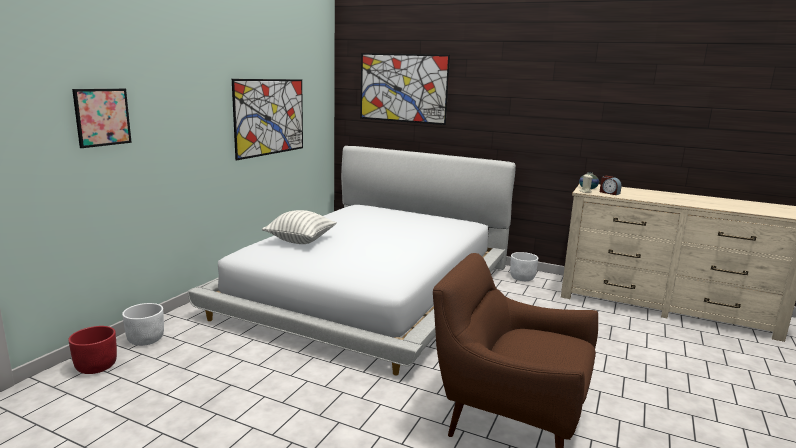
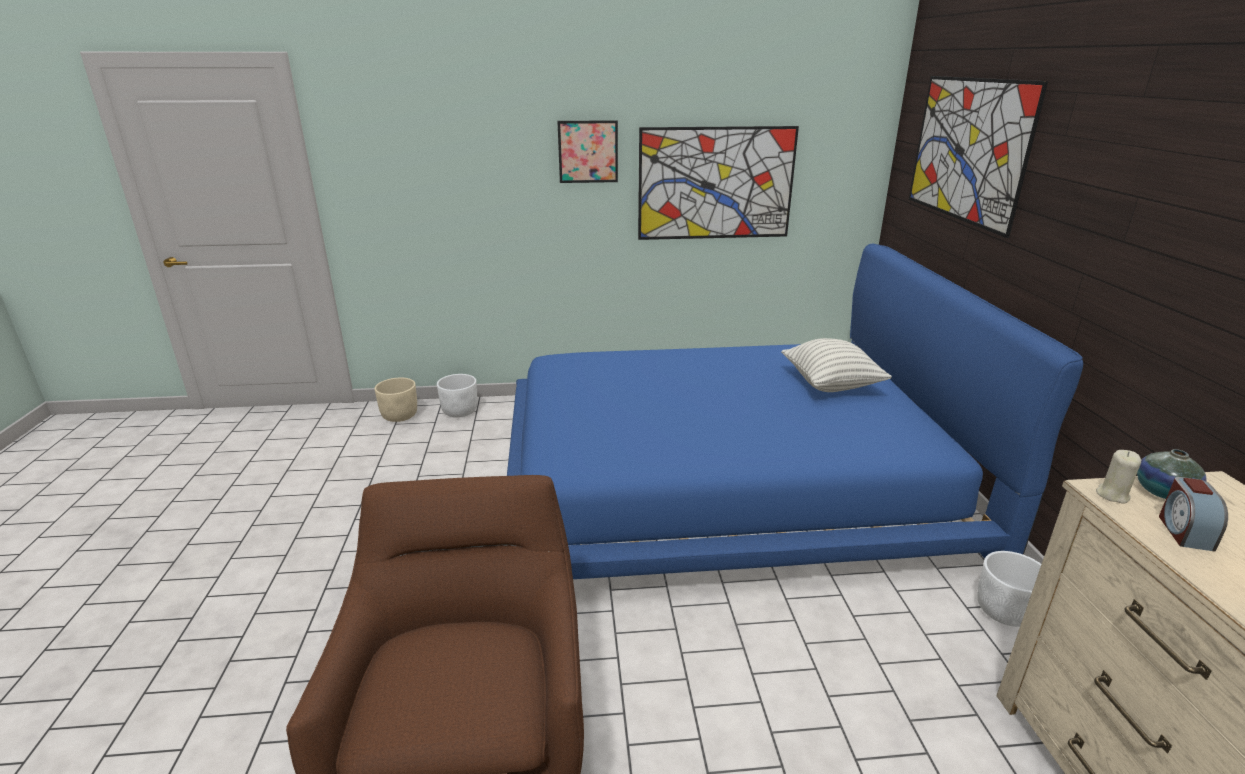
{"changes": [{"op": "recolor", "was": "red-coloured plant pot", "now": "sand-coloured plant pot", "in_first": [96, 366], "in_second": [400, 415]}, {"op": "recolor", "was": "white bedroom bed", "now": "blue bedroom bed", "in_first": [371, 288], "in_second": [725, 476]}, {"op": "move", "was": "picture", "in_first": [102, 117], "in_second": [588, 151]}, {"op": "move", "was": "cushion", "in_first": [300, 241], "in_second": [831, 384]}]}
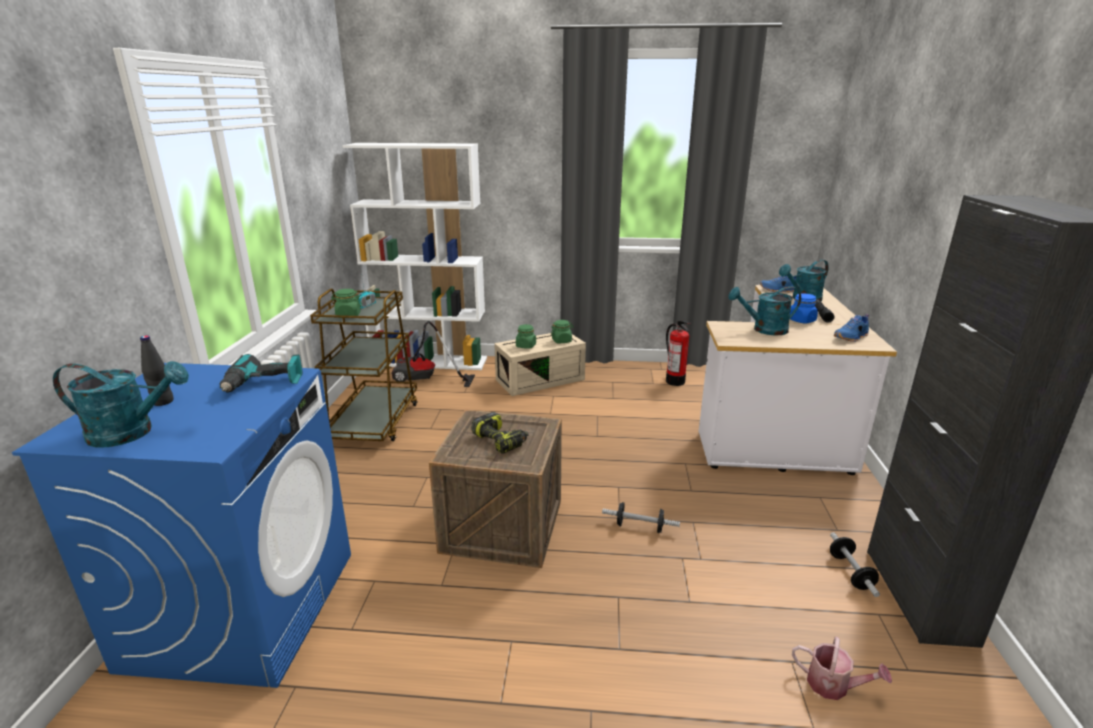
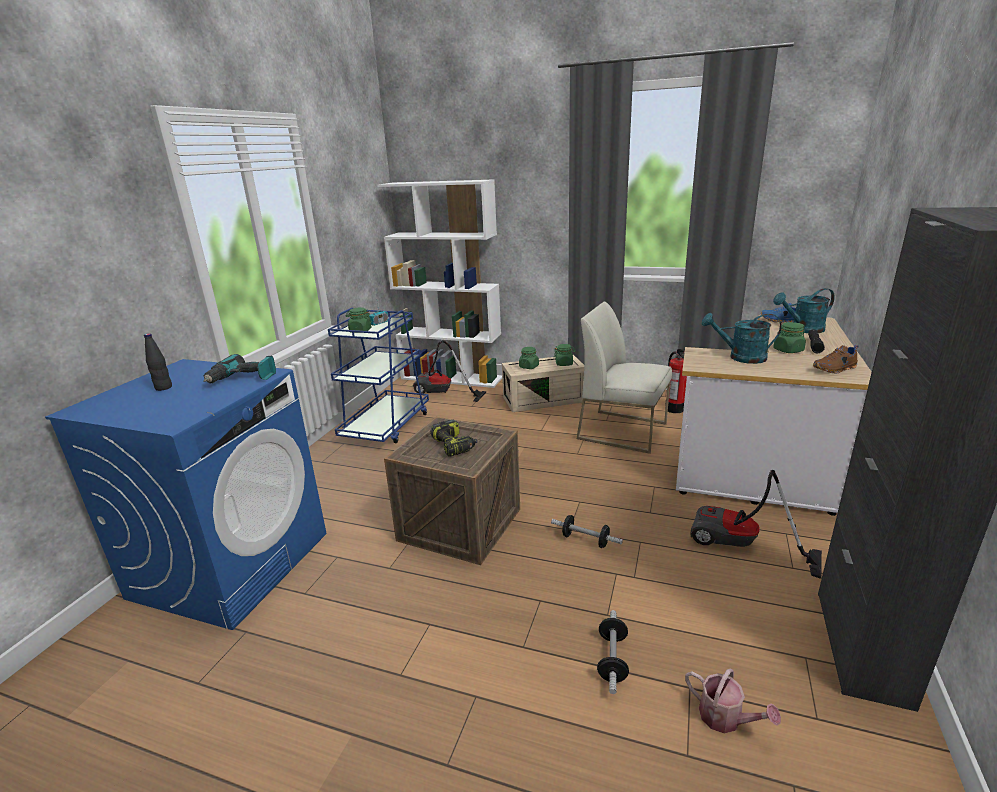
{"changes": [{"op": "recolor", "was": "brownish wheeled cart", "now": "blue wheeled cart", "in_first": [374, 422], "in_second": [386, 426]}, {"op": "insert", "now": "white chair", "in_second": [623, 431]}, {"op": "move", "was": "hand weight", "in_first": [850, 572], "in_second": [612, 659]}, {"op": "insert", "now": "hoover", "in_second": [740, 547]}, {"op": "recolor", "was": "blue jar", "now": "green-coloured jar", "in_first": [801, 320], "in_second": [788, 350]}, {"op": "recolor", "was": "blue low shoe", "now": "brownish low shoe", "in_first": [851, 337], "in_second": [835, 369]}, {"op": "delete", "was": "blue-green watering pot", "in_first": [132, 433]}]}
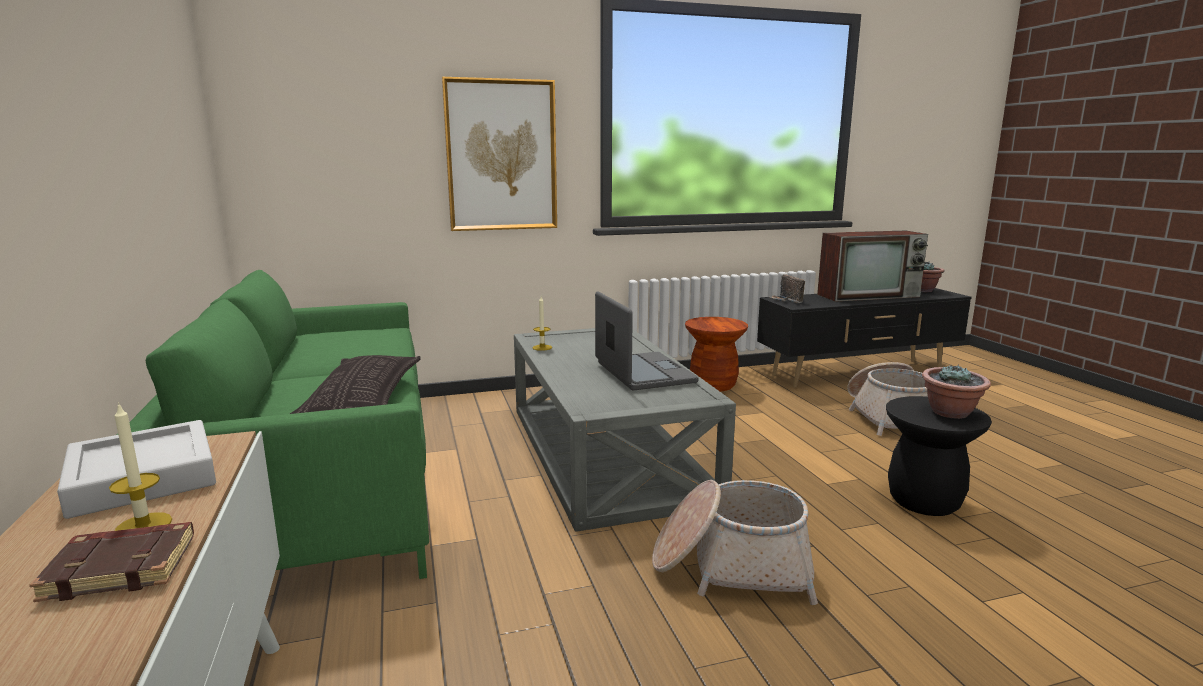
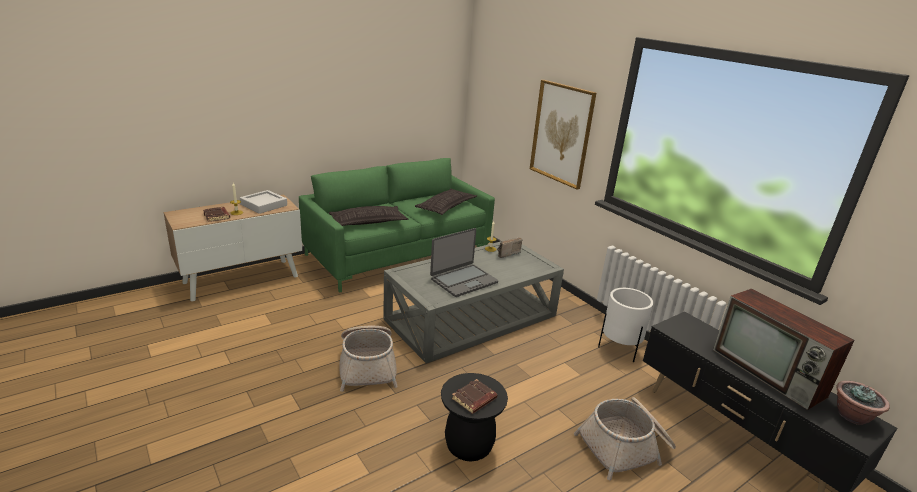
{"changes": [{"op": "insert", "now": "cushion", "in_second": [446, 206]}, {"op": "replace", "was": "plant in a pot", "now": "brownish bound book", "in_first": [950, 413], "in_second": [474, 399]}, {"op": "move", "was": "radio receiver", "in_first": [786, 300], "in_second": [506, 254]}, {"op": "replace", "was": "brownish stool seat", "now": "white plant pot", "in_first": [713, 385], "in_second": [619, 349]}]}
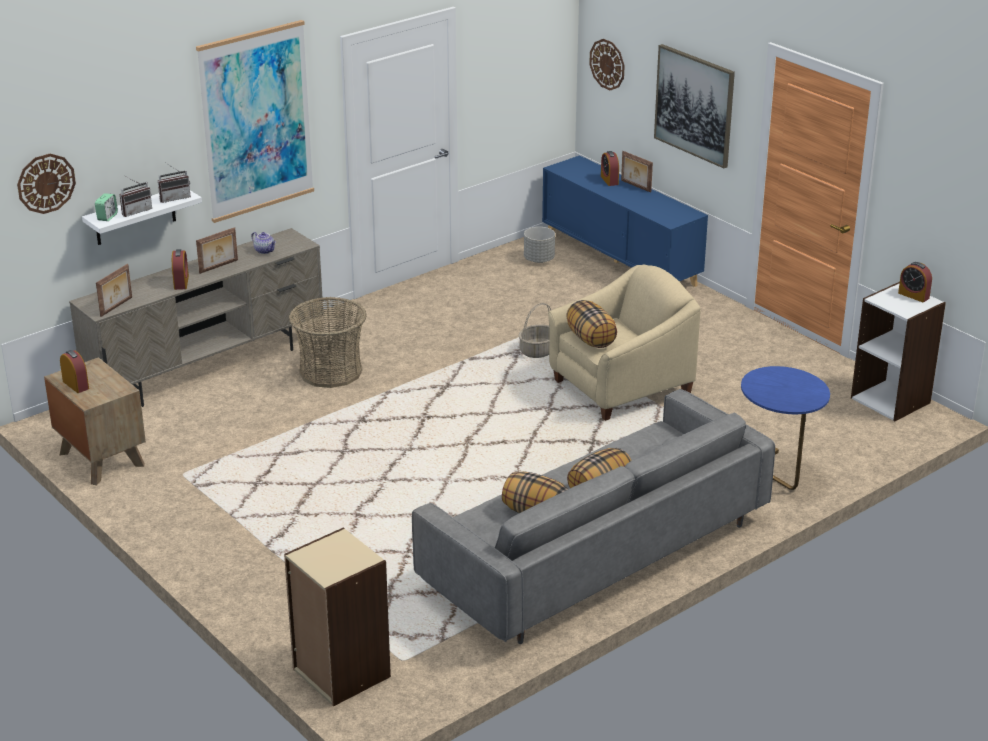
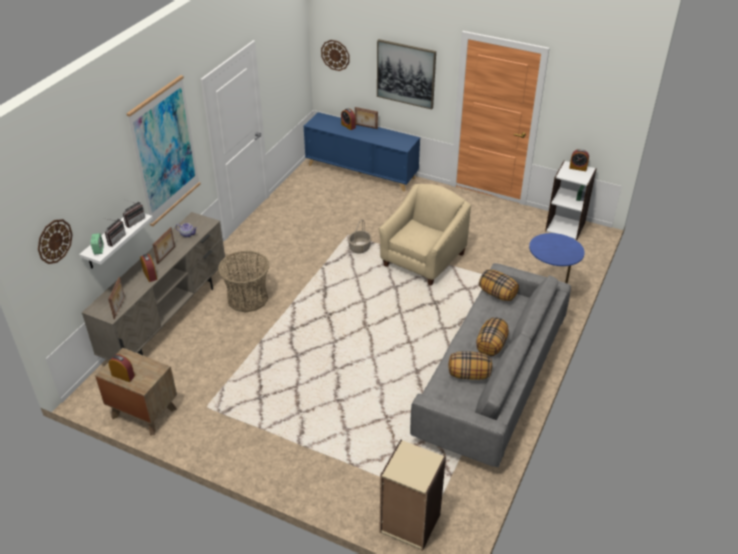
{"changes": [{"op": "move", "was": "cushion", "in_first": [591, 339], "in_second": [497, 294]}, {"op": "delete", "was": "gray plant pot", "in_first": [539, 259]}]}
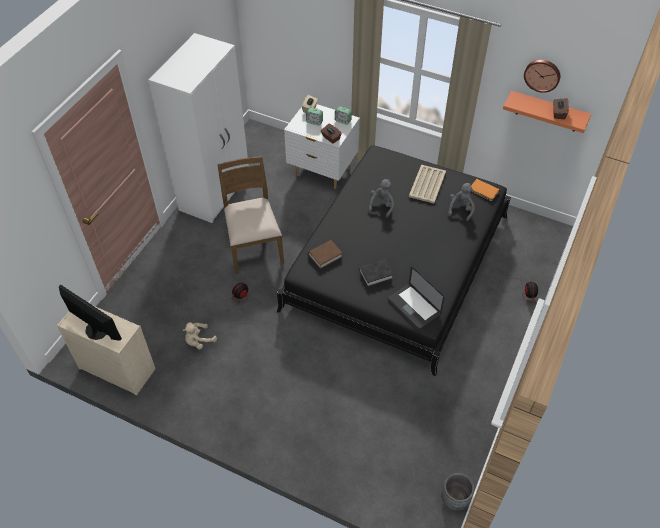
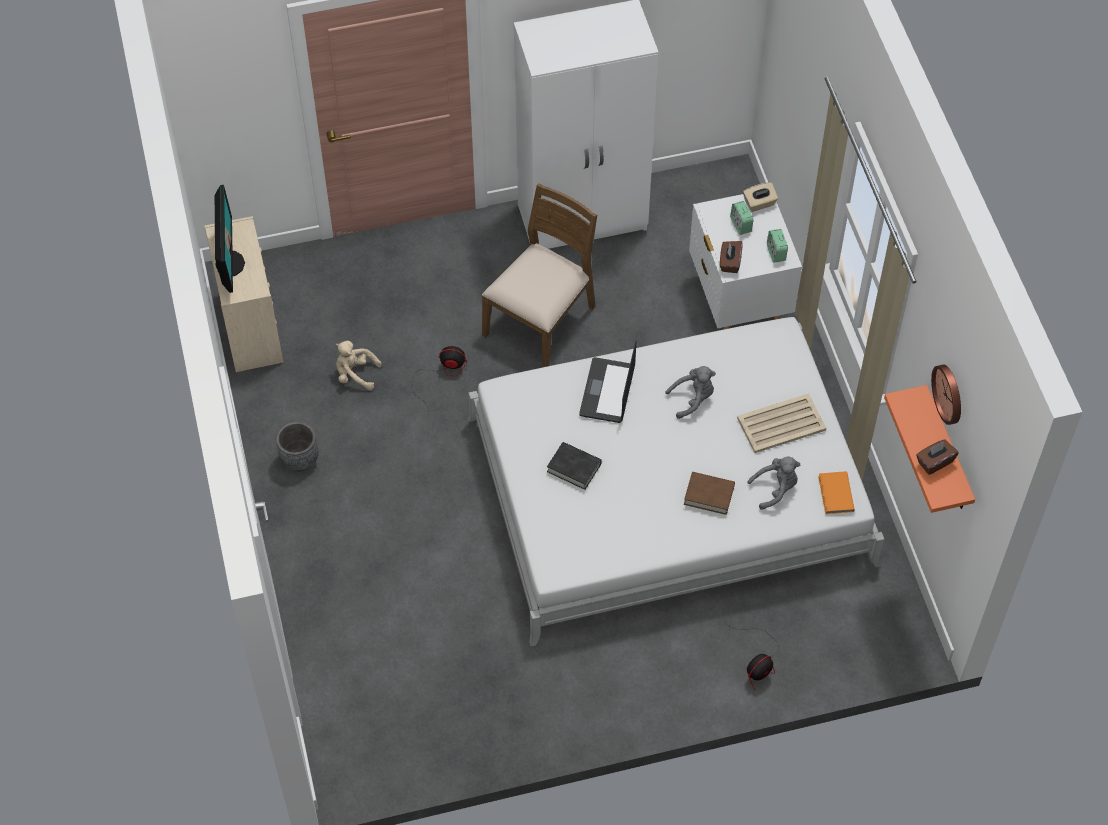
{"changes": [{"op": "move", "was": "gray plant pot", "in_first": [454, 499], "in_second": [299, 460]}, {"op": "recolor", "was": "black bedroom bed", "now": "white bedroom bed", "in_first": [397, 262], "in_second": [668, 490]}, {"op": "move", "was": "notebook computer", "in_first": [414, 307], "in_second": [607, 391]}, {"op": "move", "was": "brownish bound book", "in_first": [325, 256], "in_second": [709, 495]}]}
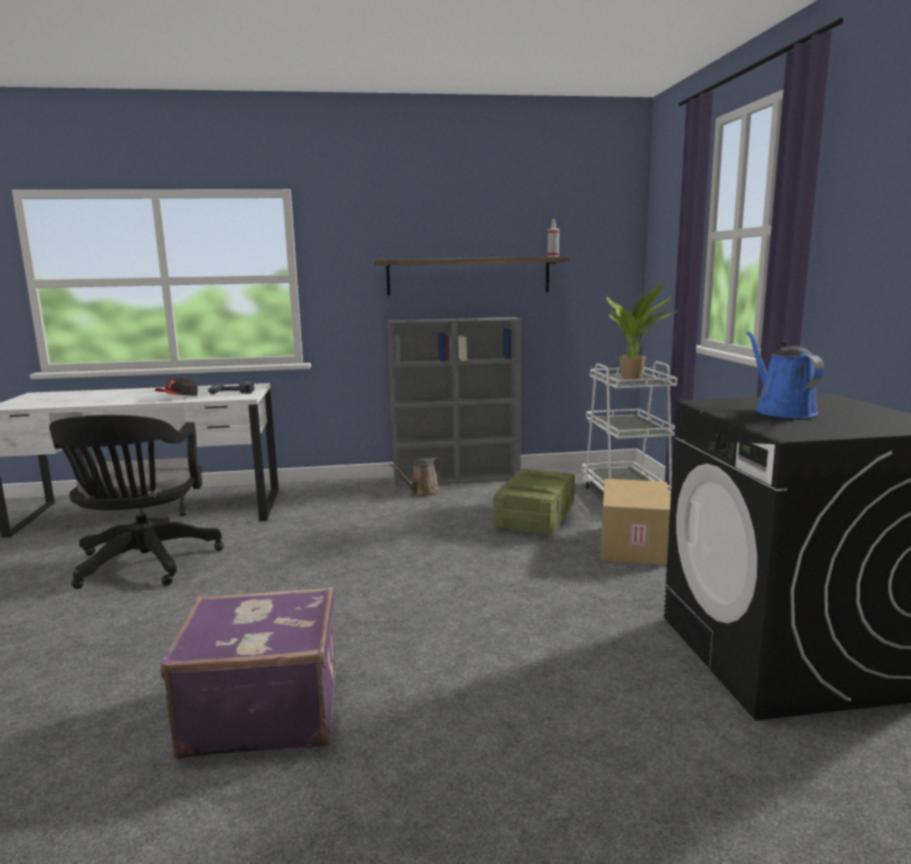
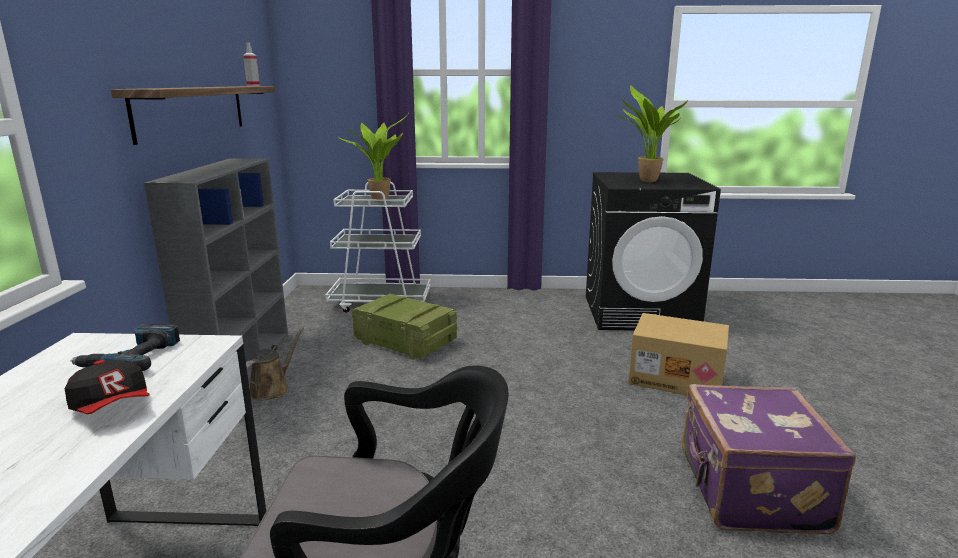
{"changes": [{"op": "rotate", "was": "brownish watering pot", "in_first": [422, 492], "in_second": [272, 389], "clockwise": -120}, {"op": "replace", "was": "blue watering pot", "now": "plant in a pot", "in_first": [781, 411], "in_second": [645, 181]}, {"op": "move", "was": "cardboard box", "in_first": [635, 545], "in_second": [676, 378]}]}
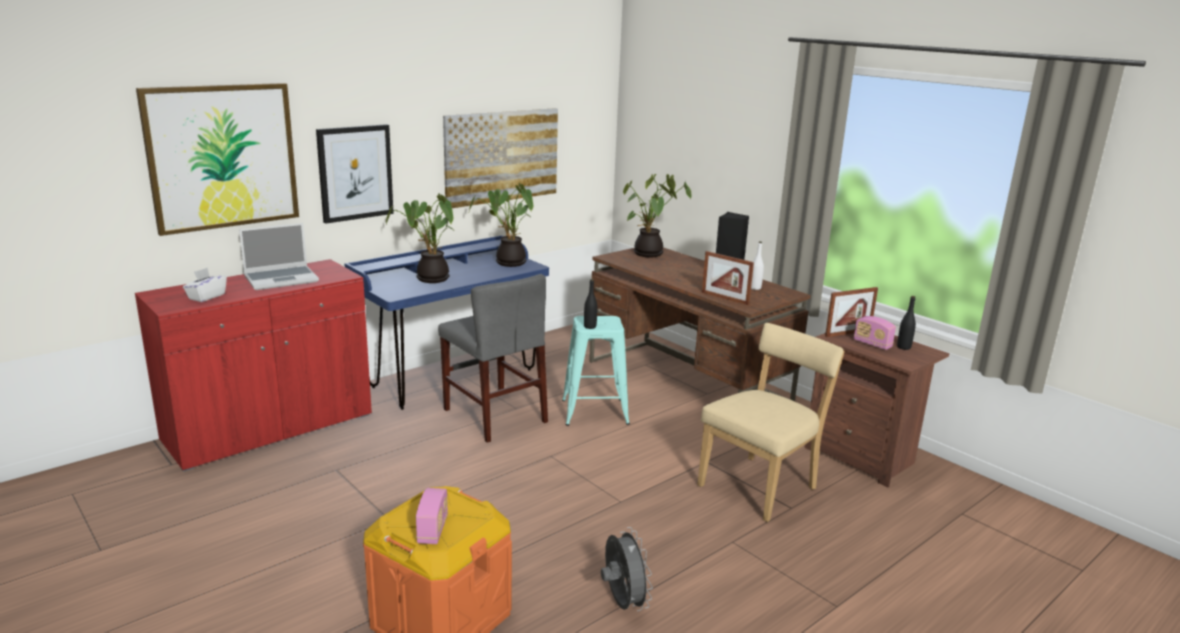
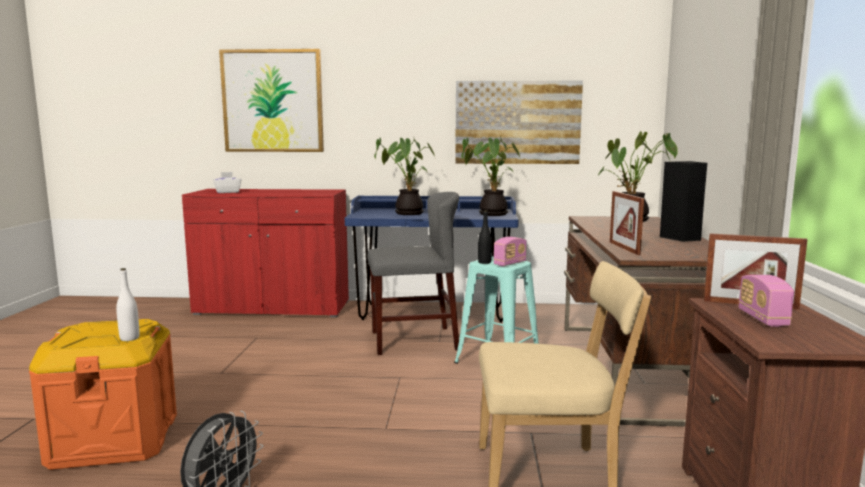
{"changes": [{"op": "move", "was": "white drink bottle", "in_first": [755, 288], "in_second": [129, 338]}, {"op": "rotate", "was": "gray chair", "in_first": [494, 415], "in_second": [413, 340], "clockwise": -105}, {"op": "move", "was": "radio receiver", "in_first": [433, 530], "in_second": [510, 263]}, {"op": "delete", "was": "notebook computer", "in_first": [282, 279]}, {"op": "delete", "was": "picture", "in_first": [355, 173]}, {"op": "delete", "was": "black drink bottle", "in_first": [903, 347]}]}
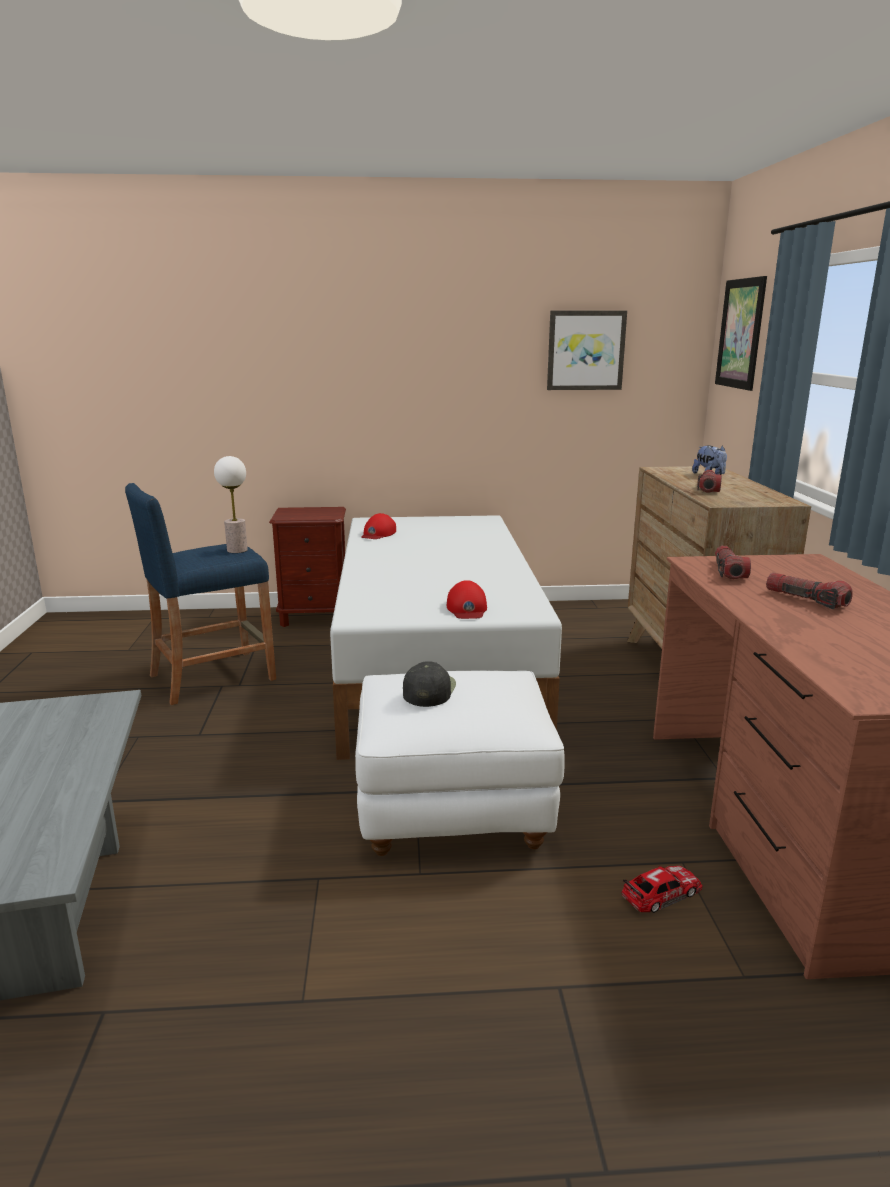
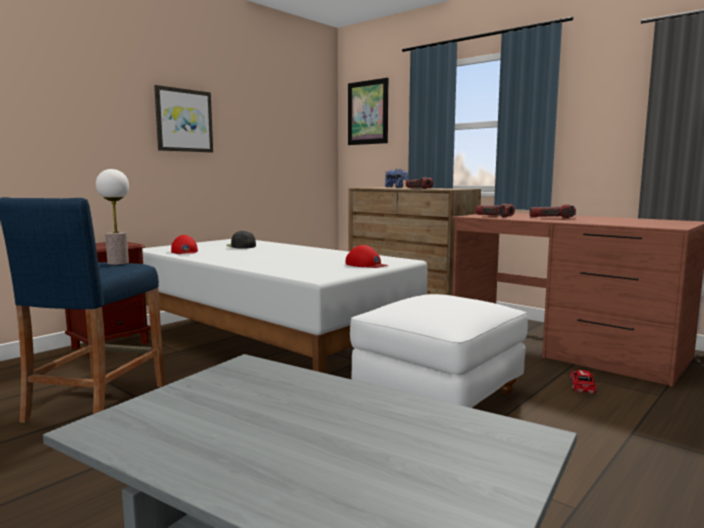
{"changes": [{"op": "move", "was": "picture", "in_first": [585, 350], "in_second": [184, 120]}, {"op": "move", "was": "black cap", "in_first": [428, 690], "in_second": [241, 246]}]}
